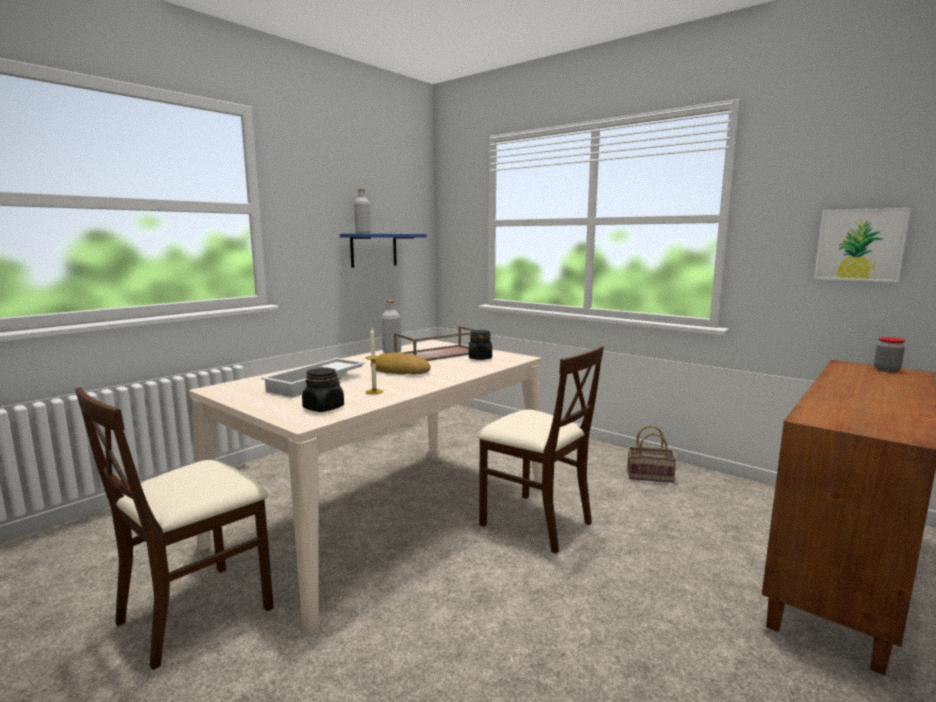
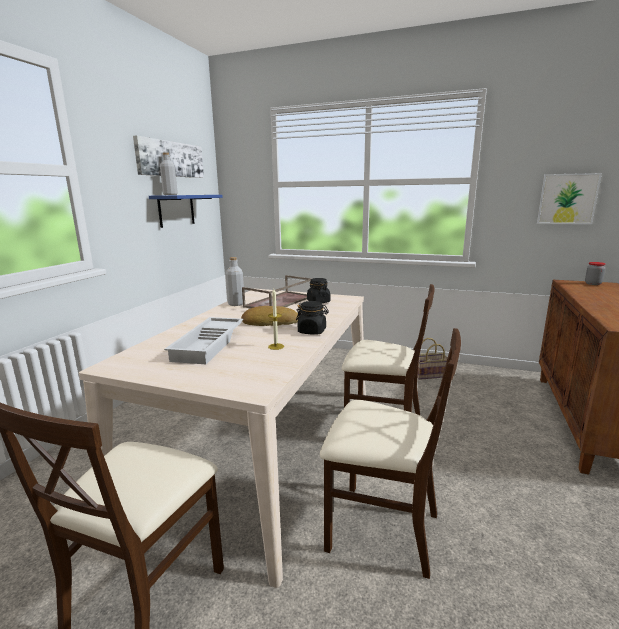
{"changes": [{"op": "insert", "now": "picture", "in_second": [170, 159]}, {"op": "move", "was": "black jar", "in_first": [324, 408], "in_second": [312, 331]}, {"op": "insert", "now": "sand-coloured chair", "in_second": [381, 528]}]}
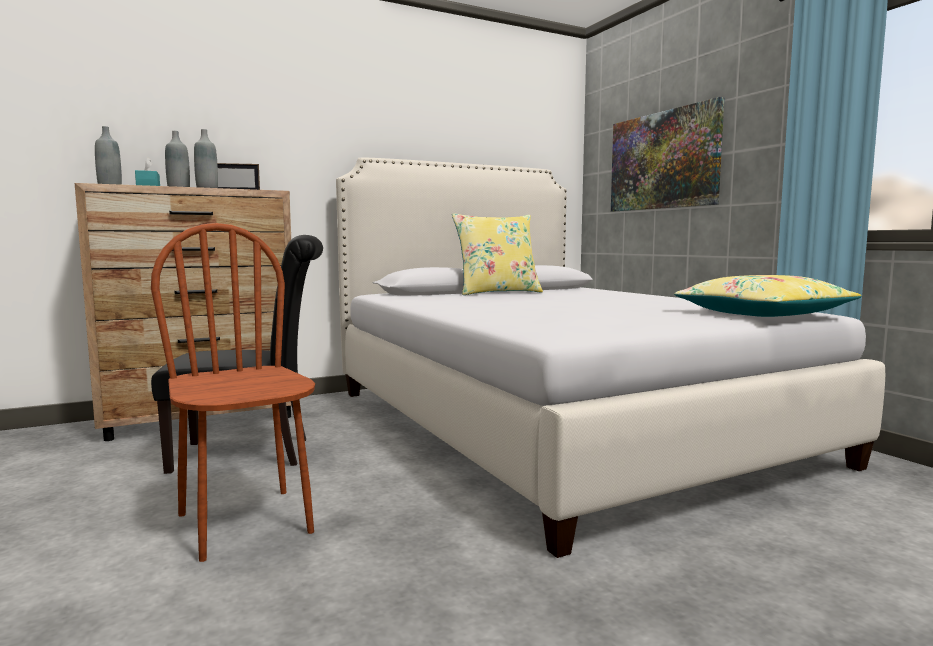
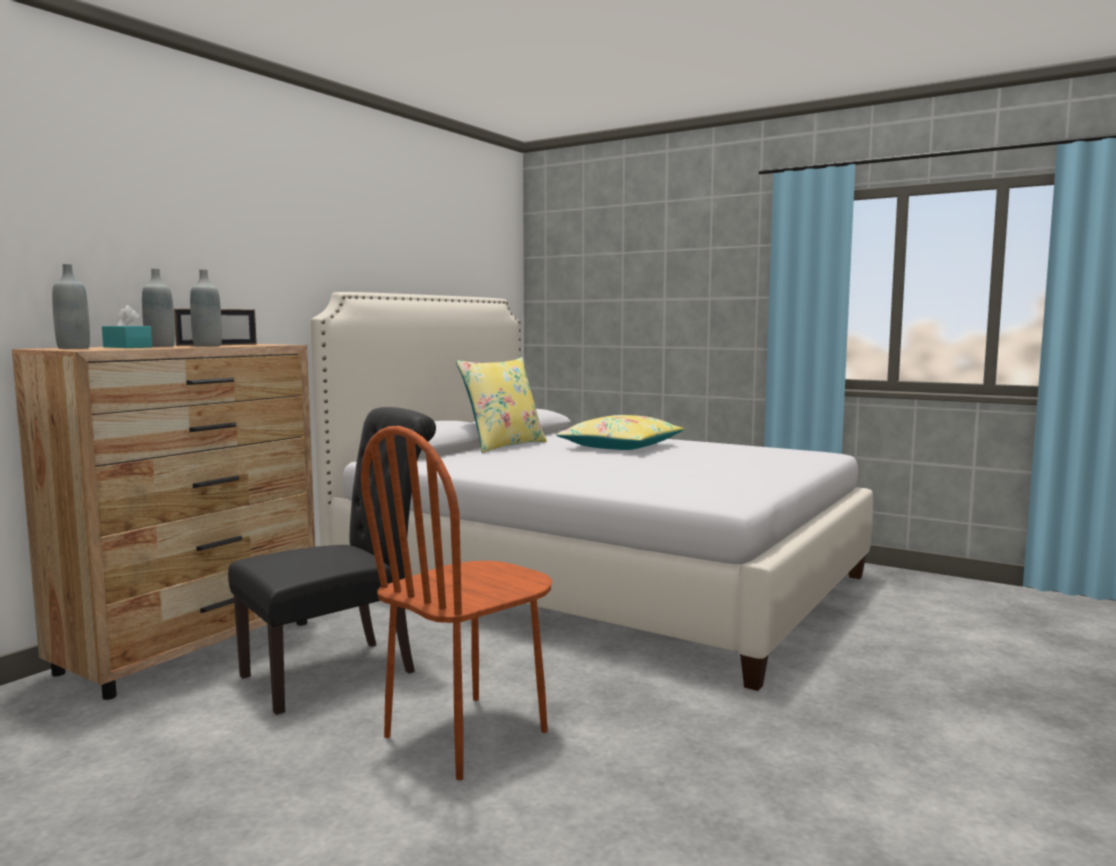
{"changes": [{"op": "rotate", "was": "brownish chair", "in_first": [246, 523], "in_second": [467, 734], "clockwise": -75}, {"op": "move", "was": "yellow cushion", "in_first": [762, 314], "in_second": [620, 447]}, {"op": "delete", "was": "picture", "in_first": [663, 160]}]}
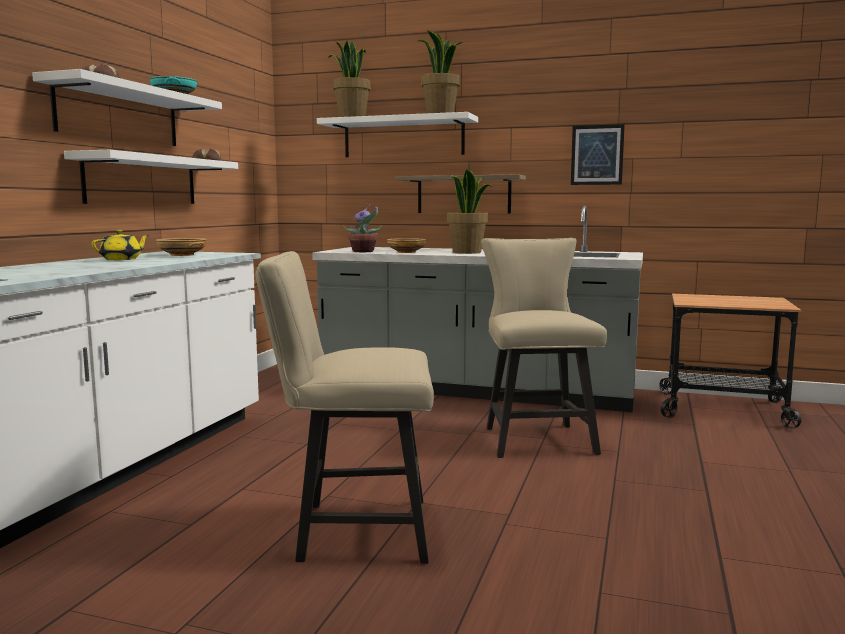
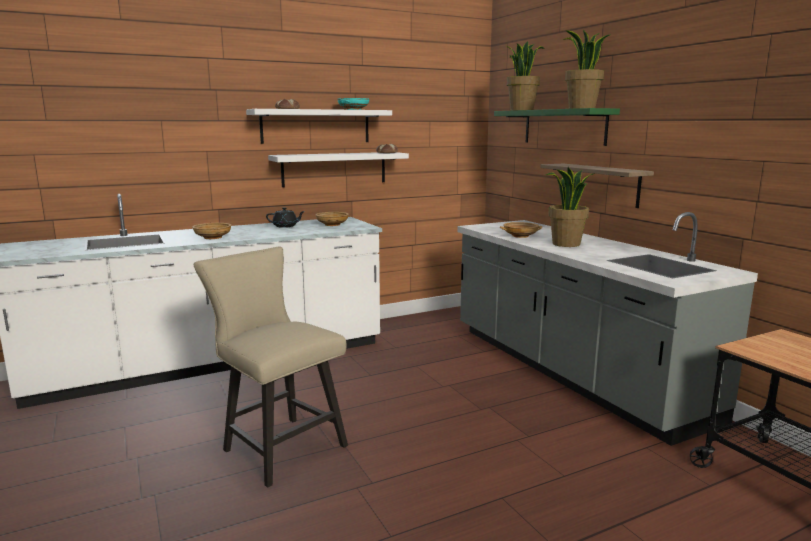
{"changes": [{"op": "insert", "now": "sand-coloured serving bowl", "in_second": [212, 237]}, {"op": "recolor", "was": "yellow tea pot", "now": "black tea pot", "in_first": [122, 259], "in_second": [285, 226]}, {"op": "recolor", "was": "white shelf", "now": "green-coloured shelf", "in_first": [403, 137], "in_second": [564, 127]}, {"op": "delete", "was": "plant in a pot", "in_first": [364, 251]}, {"op": "delete", "was": "sand-coloured chair", "in_first": [535, 437]}, {"op": "delete", "was": "picture", "in_first": [597, 155]}]}
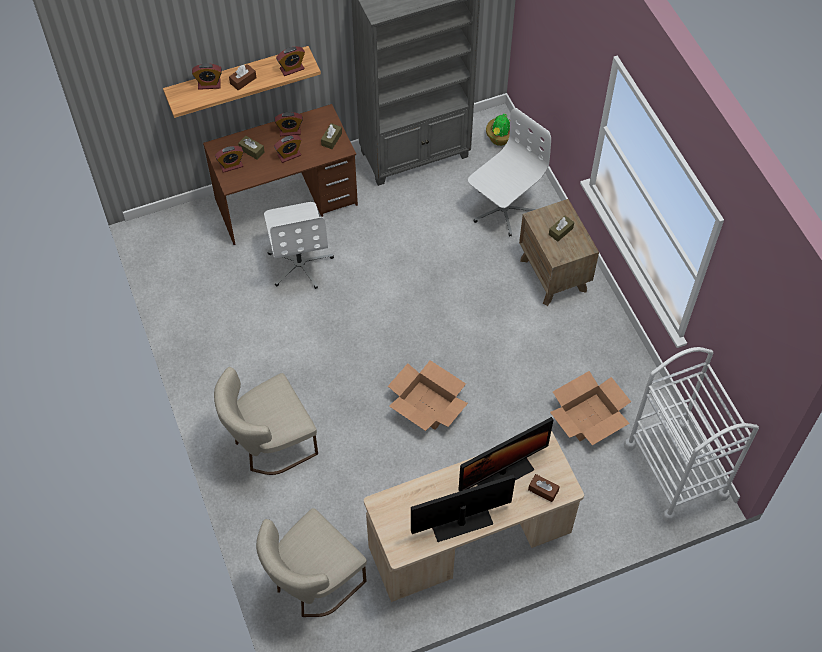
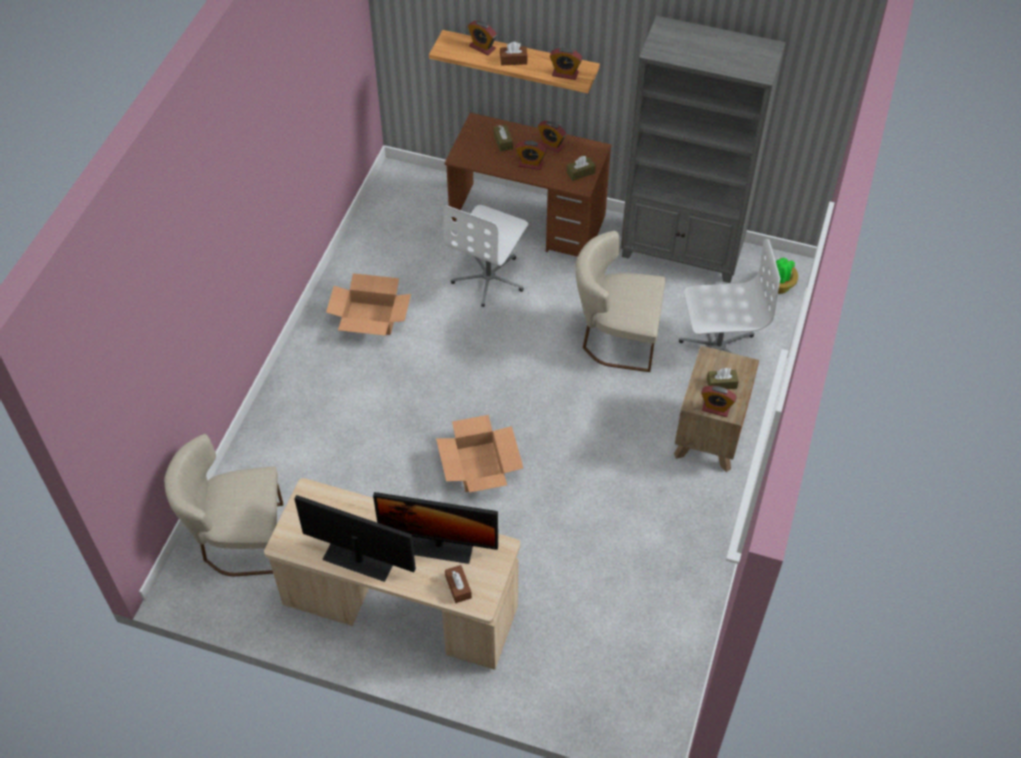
{"changes": [{"op": "move", "was": "cardboard box", "in_first": [588, 417], "in_second": [370, 318]}, {"op": "move", "was": "sand-coloured chair", "in_first": [269, 444], "in_second": [615, 338]}, {"op": "move", "was": "alarm clock", "in_first": [231, 165], "in_second": [715, 408]}, {"op": "delete", "was": "white wheeled cart", "in_first": [675, 470]}]}
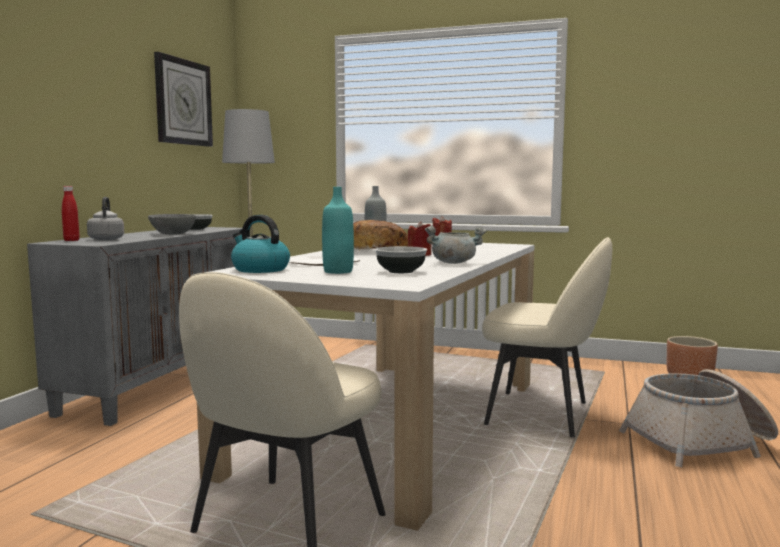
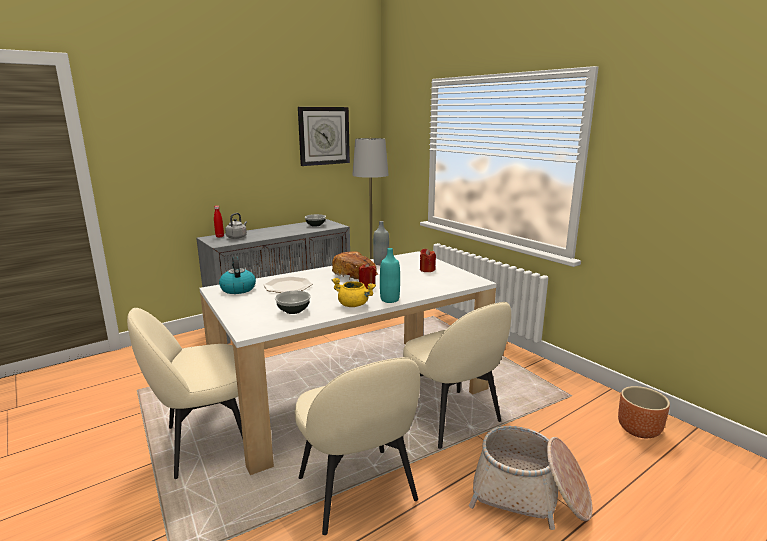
{"changes": [{"op": "insert", "now": "sand-coloured chair", "in_second": [358, 491]}, {"op": "recolor", "was": "gray stockpot", "now": "yellow stockpot", "in_first": [454, 263], "in_second": [354, 305]}, {"op": "move", "was": "blue-green drink bottle", "in_first": [338, 271], "in_second": [389, 299]}, {"op": "delete", "was": "gray serving bowl", "in_first": [173, 234]}]}
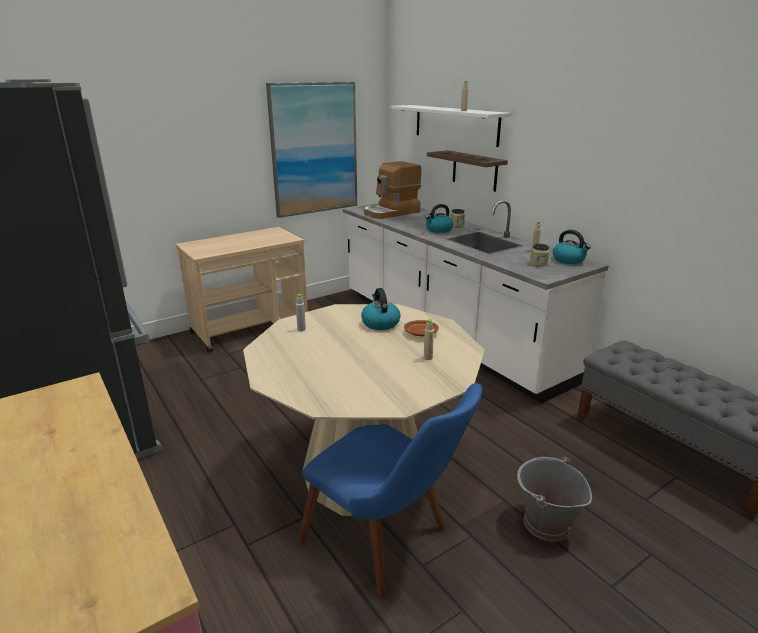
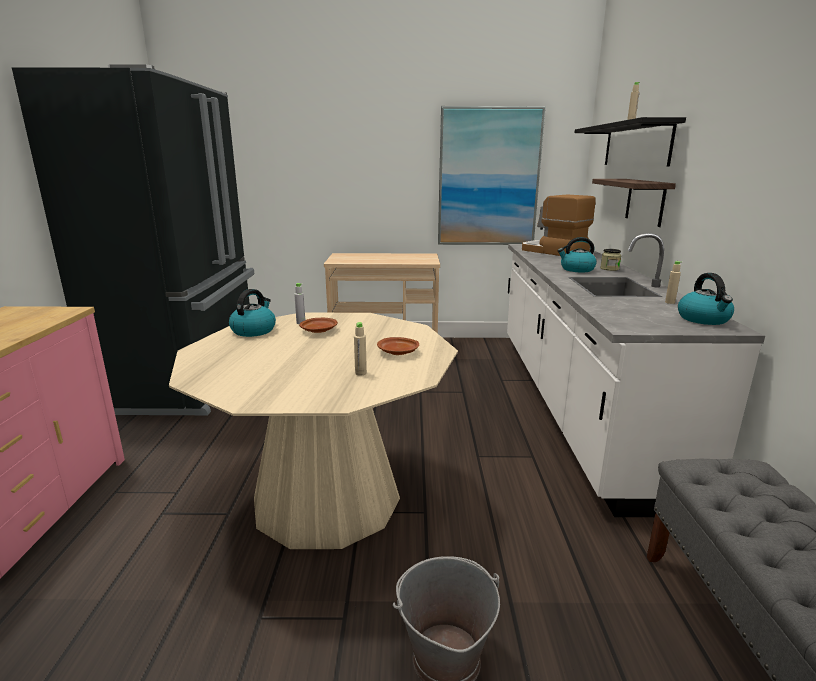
{"changes": [{"op": "move", "was": "kettle", "in_first": [380, 323], "in_second": [254, 330]}, {"op": "insert", "now": "brownish flat dish", "in_second": [319, 330]}, {"op": "rotate", "was": "coffee machine", "in_first": [392, 212], "in_second": [553, 251], "clockwise": 45}, {"op": "recolor", "was": "white shelf", "now": "black shelf", "in_first": [455, 124], "in_second": [636, 145]}, {"op": "delete", "was": "blue chair", "in_first": [389, 542]}, {"op": "delete", "was": "jar", "in_first": [538, 263]}]}
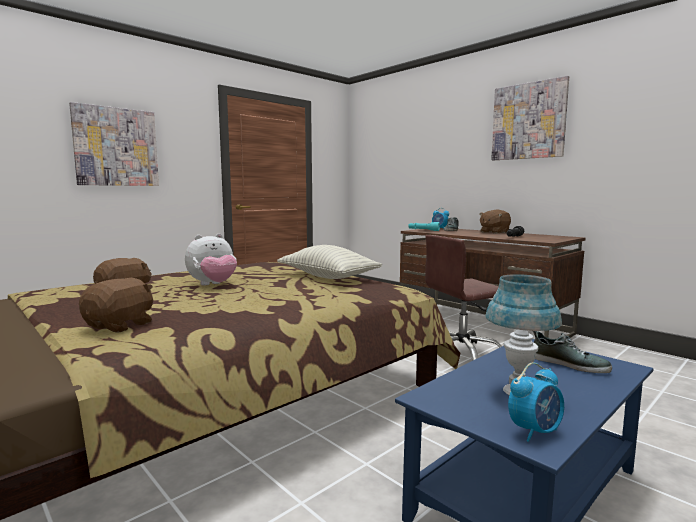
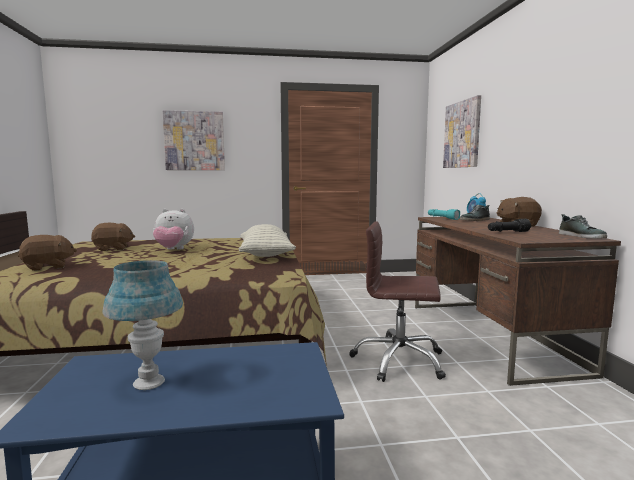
{"changes": [{"op": "move", "was": "picture", "in_first": [528, 121], "in_second": [462, 134]}, {"op": "move", "was": "low shoe", "in_first": [569, 364], "in_second": [582, 236]}, {"op": "delete", "was": "alarm clock", "in_first": [535, 431]}]}
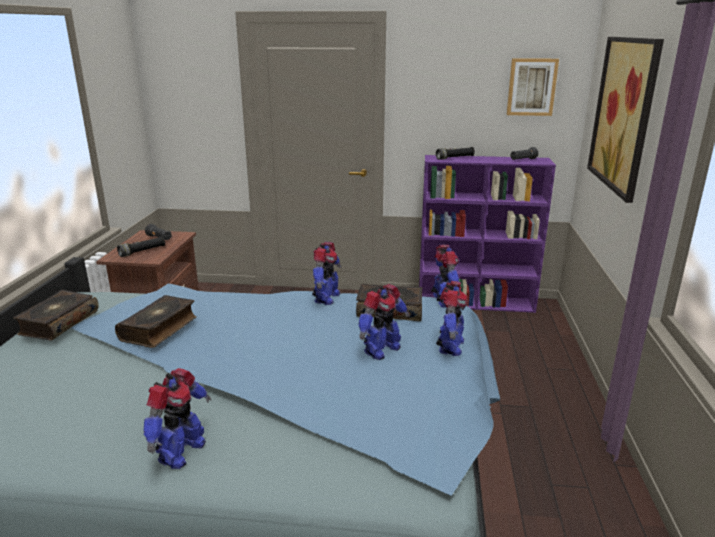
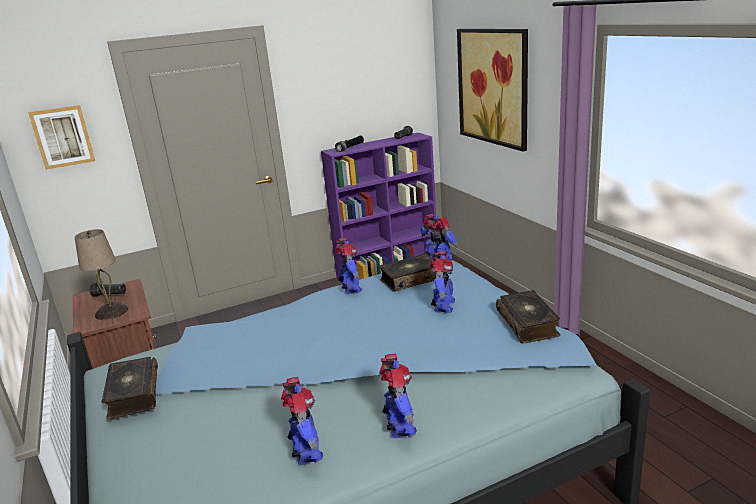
{"changes": [{"op": "move", "was": "picture", "in_first": [531, 87], "in_second": [62, 137]}, {"op": "replace", "was": "black hand torch", "now": "sand-coloured lamp for a table", "in_first": [142, 251], "in_second": [112, 311]}, {"op": "move", "was": "model robot", "in_first": [450, 346], "in_second": [306, 451]}, {"op": "move", "was": "bound book", "in_first": [159, 329], "in_second": [528, 324]}]}
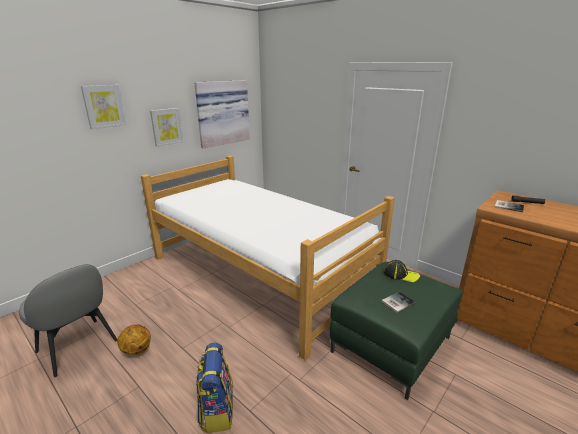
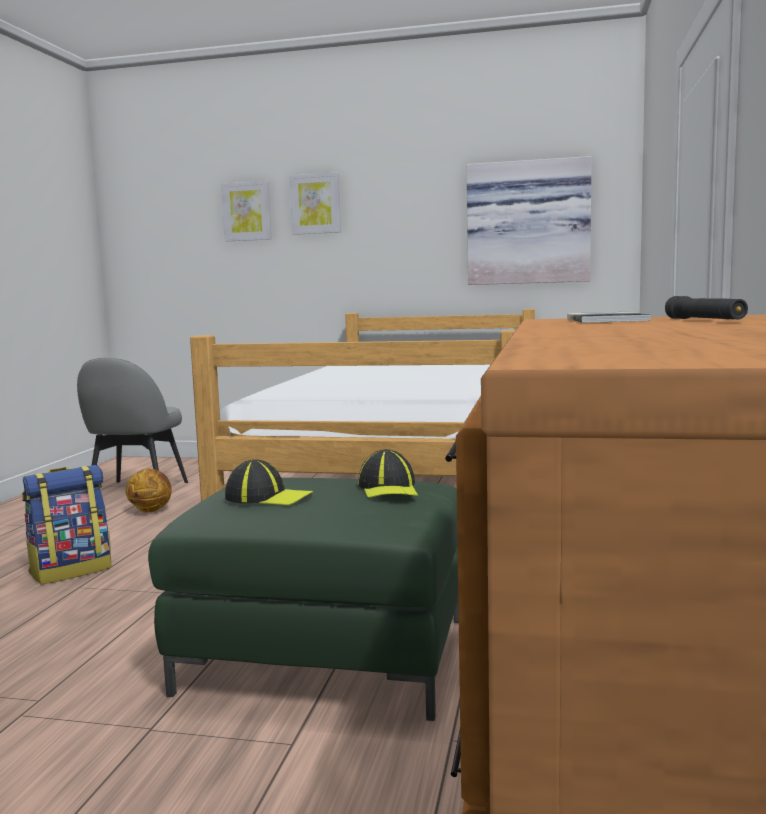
{"changes": [{"op": "move", "was": "picture", "in_first": [166, 127], "in_second": [247, 211]}, {"op": "replace", "was": "bound book", "now": "cap", "in_first": [396, 302], "in_second": [268, 497]}]}
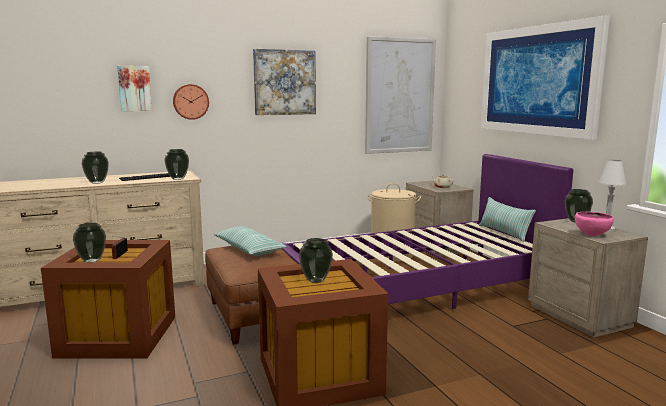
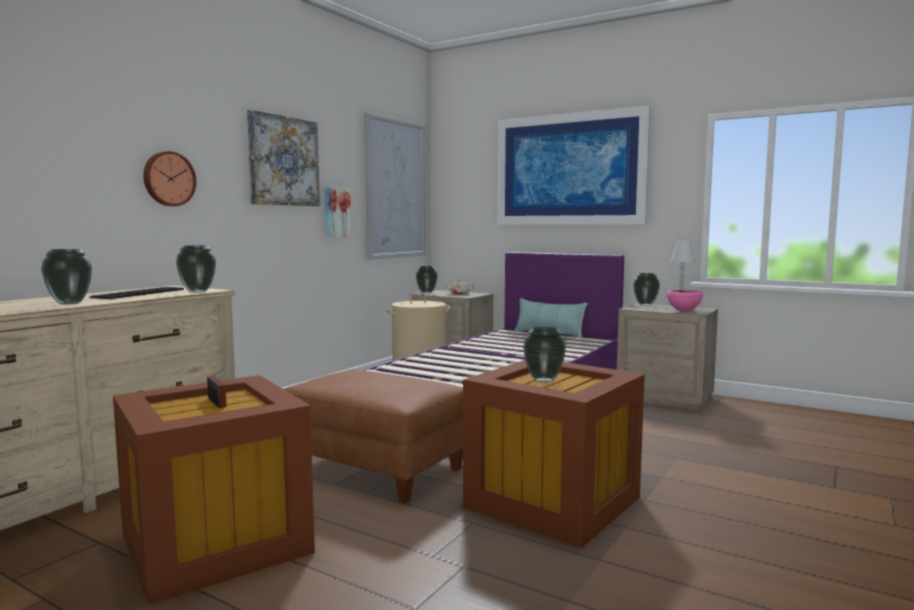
{"changes": [{"op": "move", "was": "picture", "in_first": [134, 88], "in_second": [336, 212]}, {"op": "move", "was": "vase", "in_first": [92, 261], "in_second": [427, 293]}, {"op": "delete", "was": "cushion", "in_first": [249, 249]}]}
